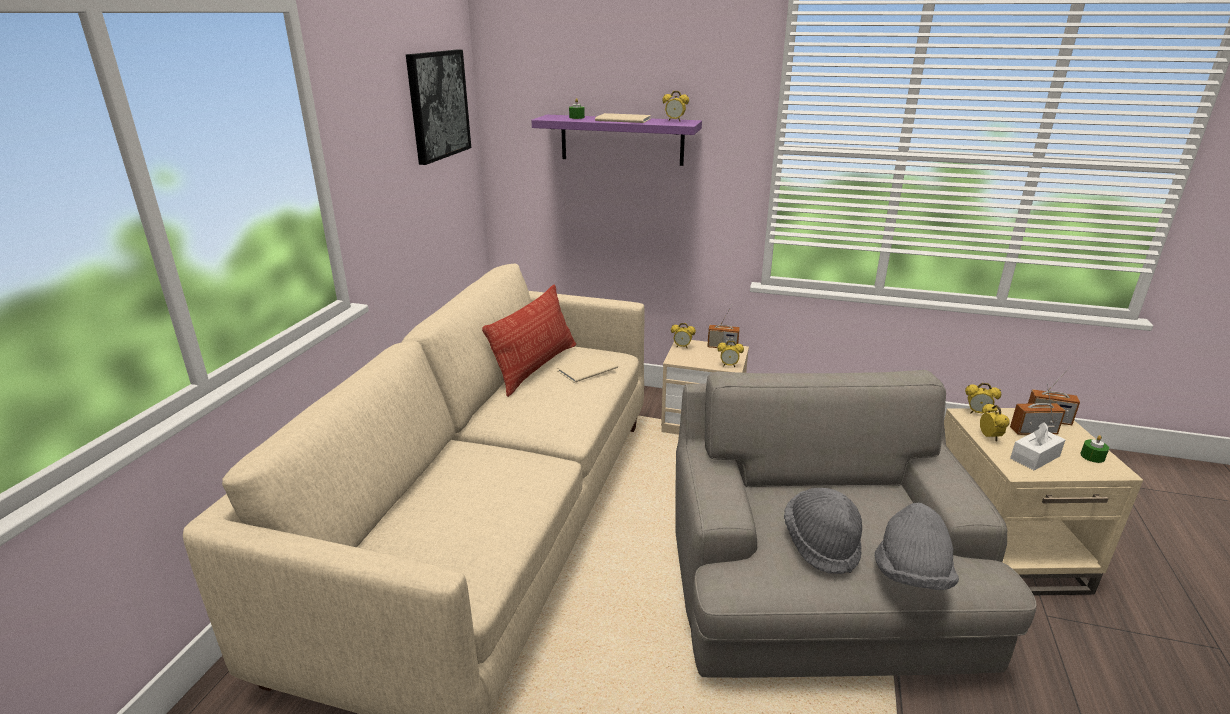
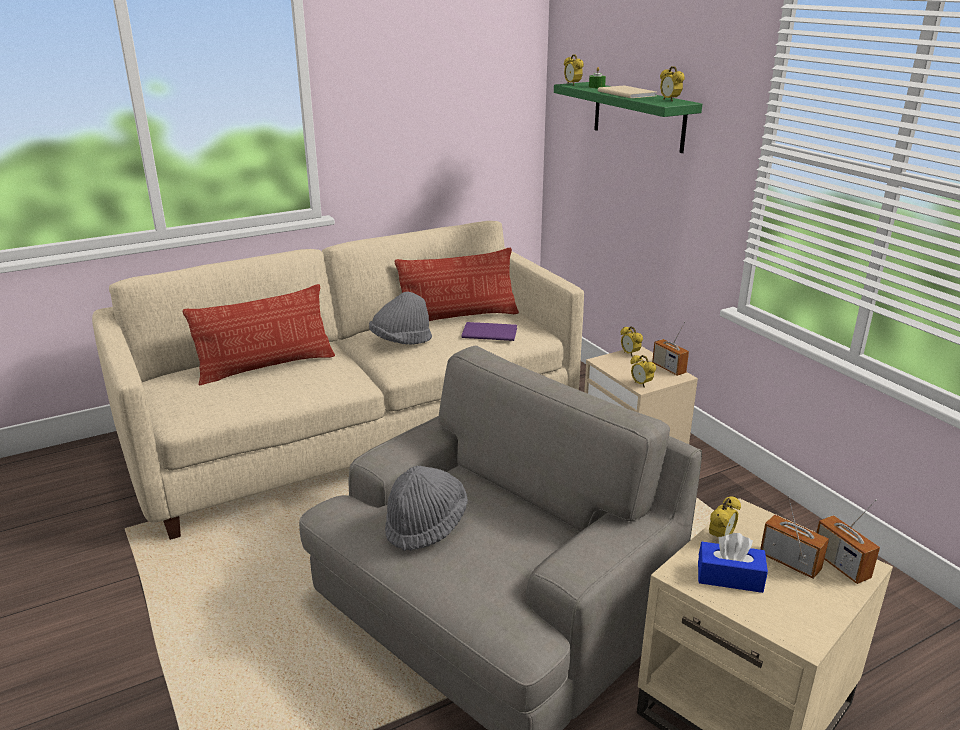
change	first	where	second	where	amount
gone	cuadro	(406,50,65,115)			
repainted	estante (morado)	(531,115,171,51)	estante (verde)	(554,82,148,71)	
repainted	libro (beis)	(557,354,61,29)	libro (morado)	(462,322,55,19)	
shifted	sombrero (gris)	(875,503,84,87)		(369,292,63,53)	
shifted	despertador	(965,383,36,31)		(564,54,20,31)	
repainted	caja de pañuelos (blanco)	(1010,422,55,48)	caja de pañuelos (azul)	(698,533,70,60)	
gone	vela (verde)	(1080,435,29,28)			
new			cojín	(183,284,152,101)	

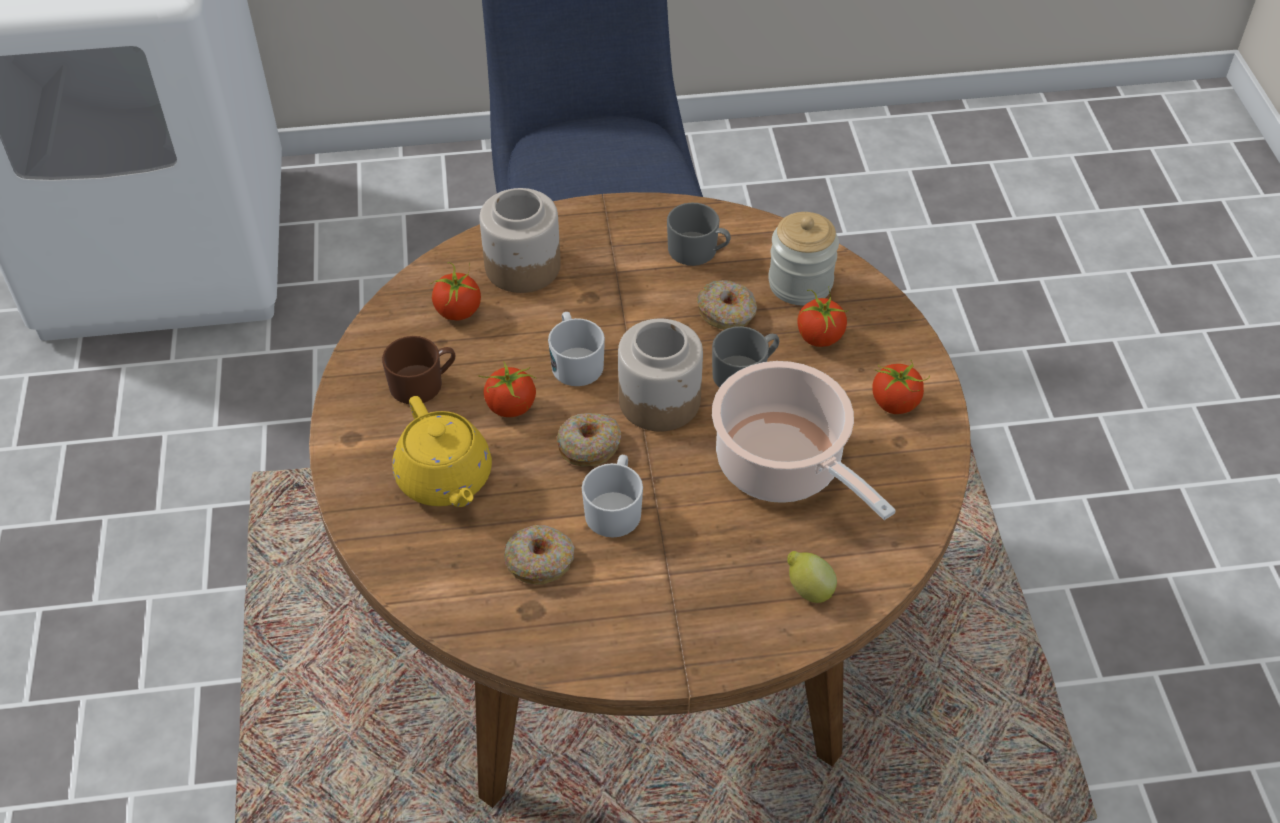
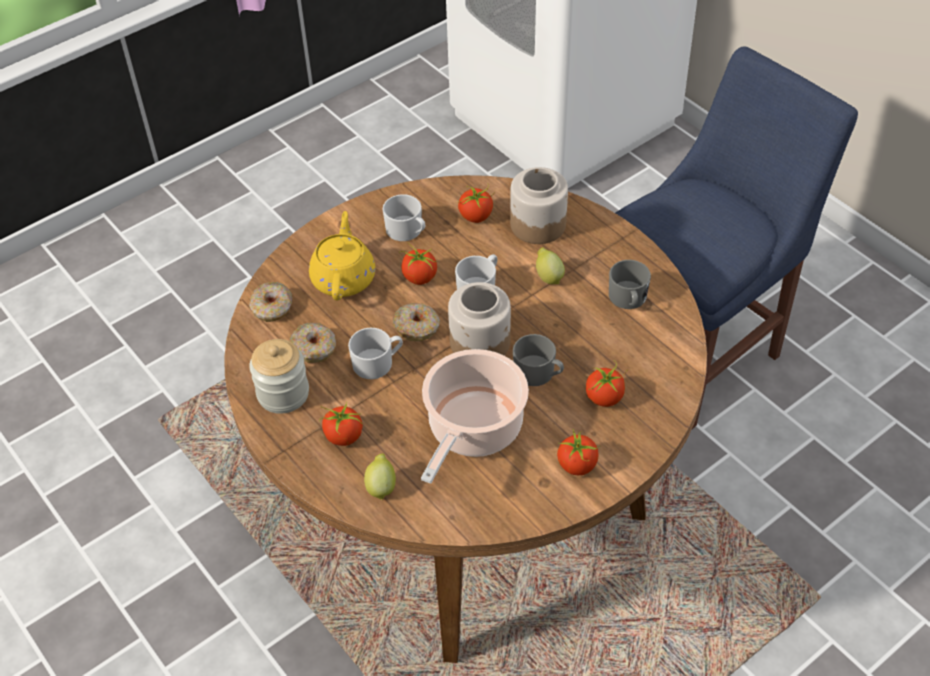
change	first	where	second	where	amount
repainted	taza grande (marrón)	(382,336,73,68)	taza grande (blanco)	(383,194,42,47)	
rotated	tetera (amarillo)	(392,396,100,111)		(309,211,66,89)	150 degrees clockwise
shifted	rosquilla	(697,280,60,50)		(249,282,44,40)	
shifted	tarro	(768,212,71,93)		(249,339,60,75)	
new			tomate	(319,403,44,43)	
new			limón	(536,247,29,37)	

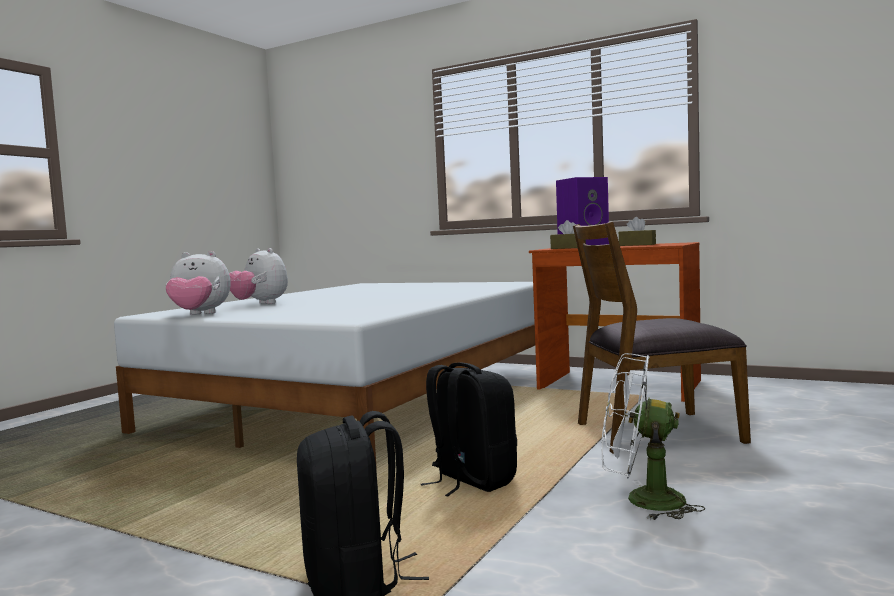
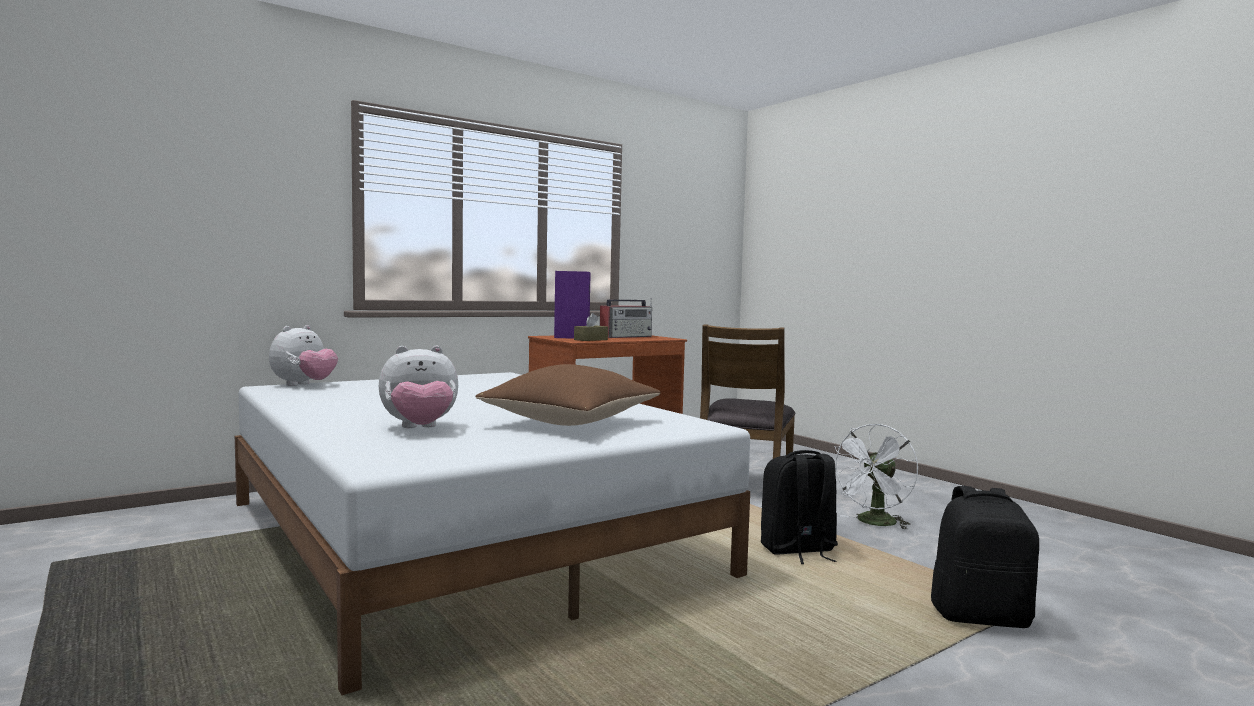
change	first	where	second	where	amount
shifted	peluche	(166,251,65,64)		(269,325,69,61)	
swapped	caja de pañuelos (marrón)	(619,217,37,29)	radio	(600,298,52,40)	
new			cojín (marrón)	(475,364,186,62)	

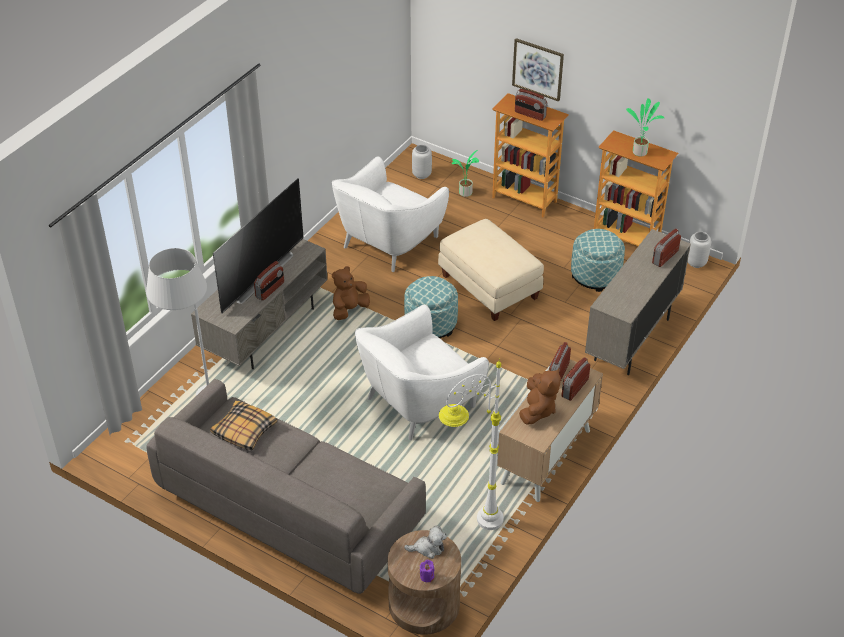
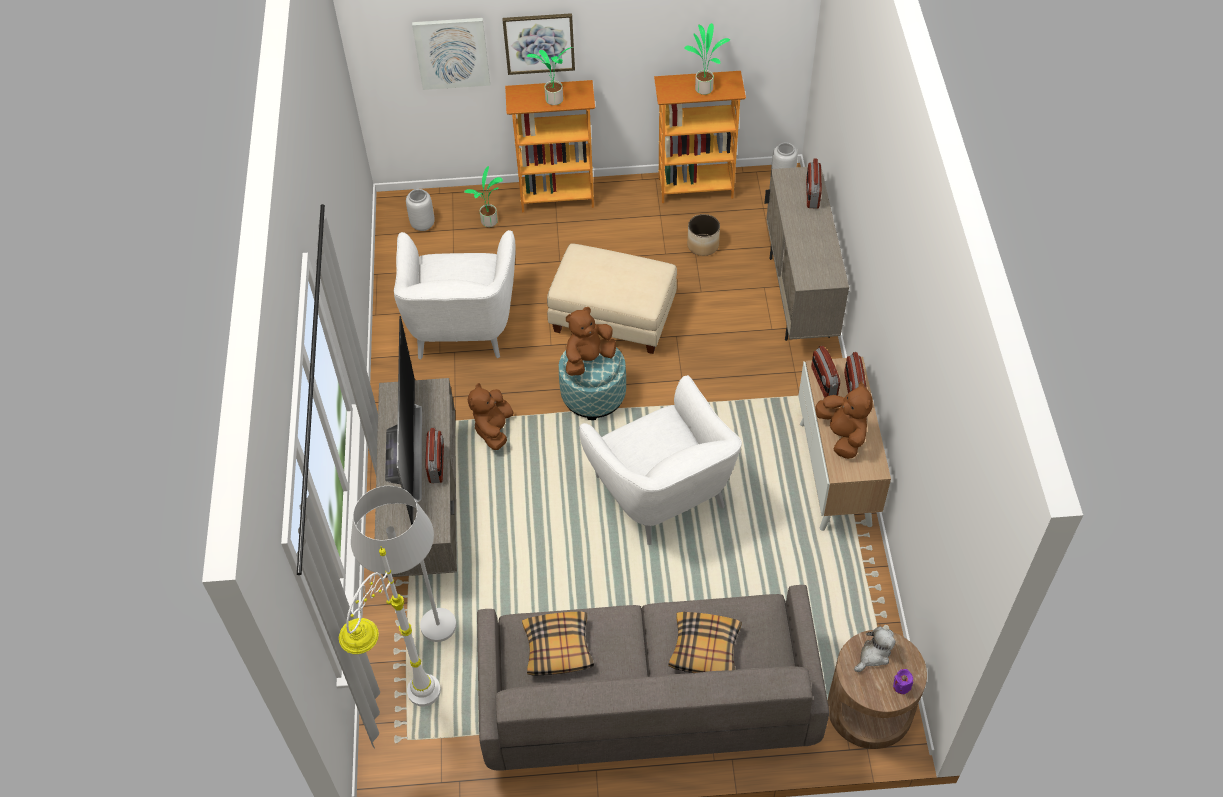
change	first	where	second	where	amount
rotated	sillón (blanco)	(355,305,134,135)		(579,375,163,170)	45 degrees counterclockwise
shifted	lámpara de pie (blanco)	(439,358,65,172)		(339,546,102,160)	
swapped	radio	(515,89,32,32)	planta en maceta	(527,47,46,58)	
swapped	puf	(571,229,54,63)	maceta	(687,214,33,42)	
new			cuadro	(412,18,78,72)	
new			peluche (marrón)	(566,307,50,69)	
new			cojín	(668,612,74,61)	

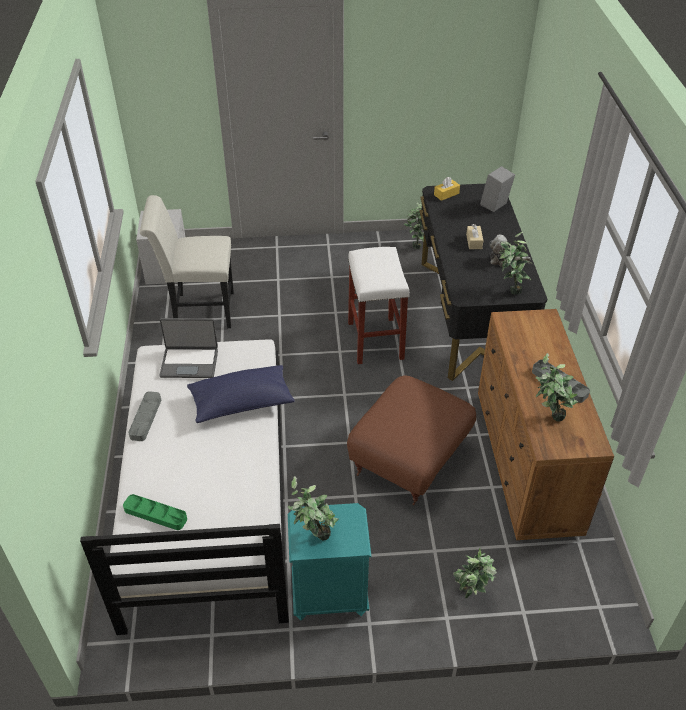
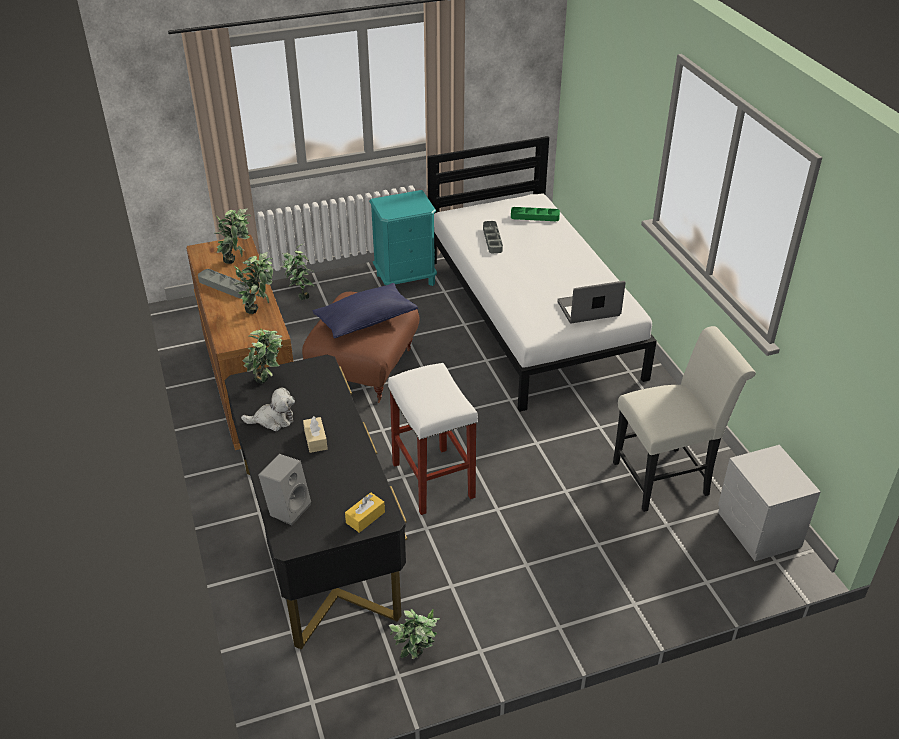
change	first	where	second	where	amount
shifted	bandeja (gris)	(128,391,33,50)		(483,221,20,32)	
shifted	cojín (azul)	(187,365,108,58)		(313,283,105,55)	
shifted	planta en maceta	(287,476,52,65)		(234,252,39,62)	

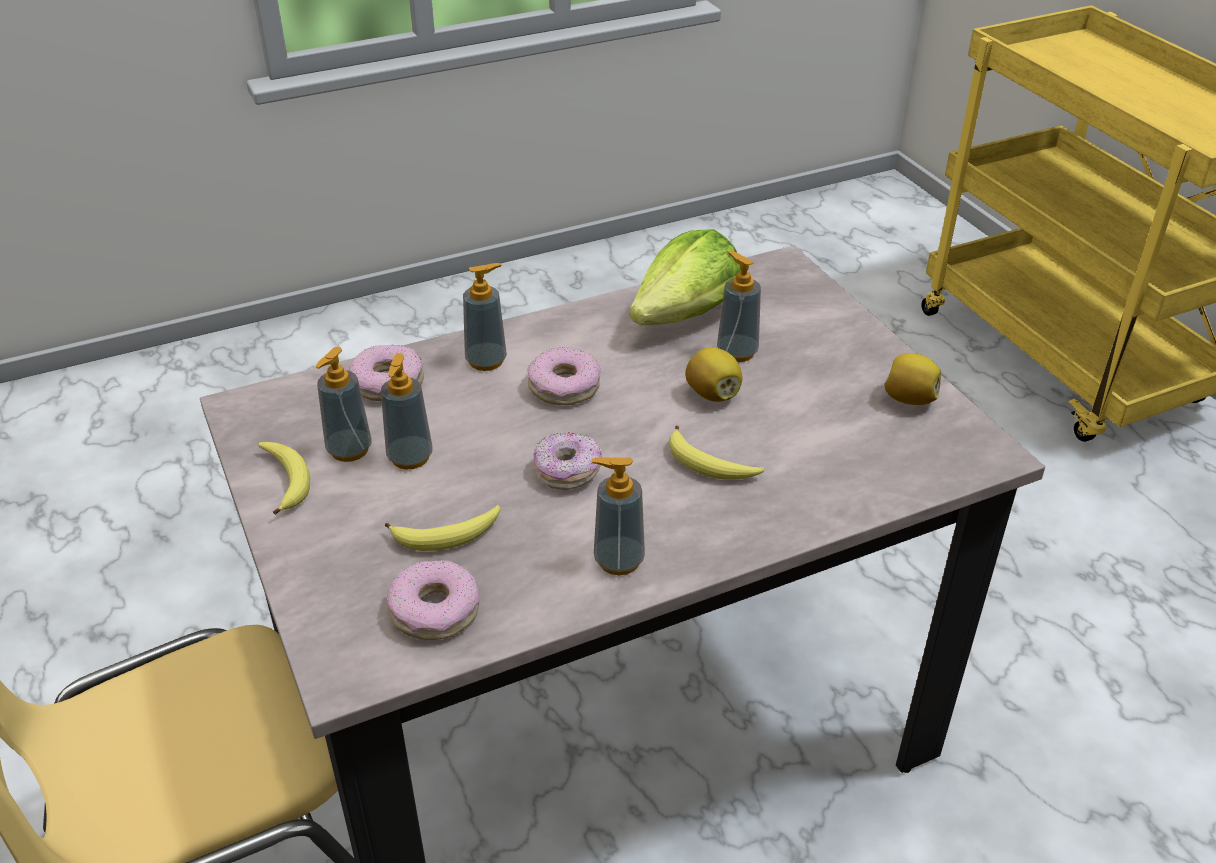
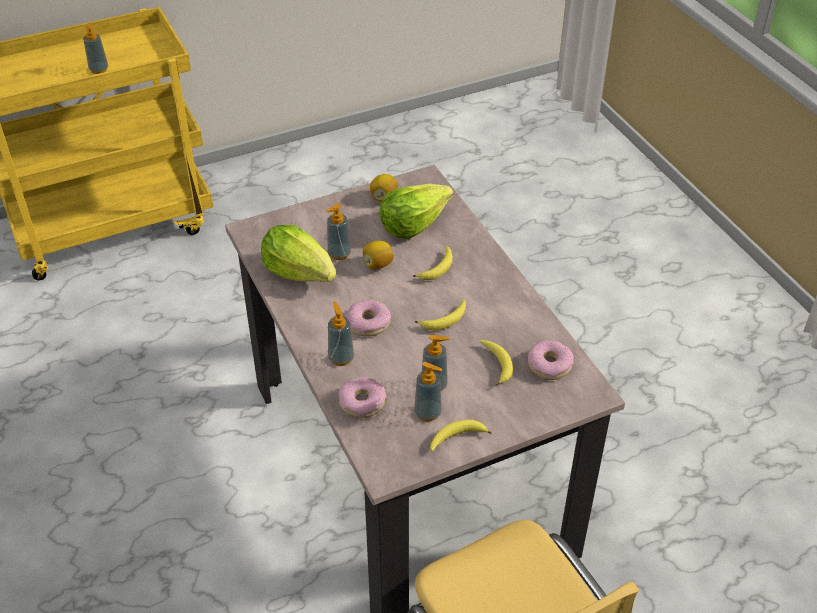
change	first	where	second	where	amount
swapped	rosquilla	(533,432,69,58)	plátano	(415,300,51,31)	
shifted	dispensador de jabón	(592,457,53,118)		(83,22,25,52)	
new			lechuga	(380,184,73,55)	

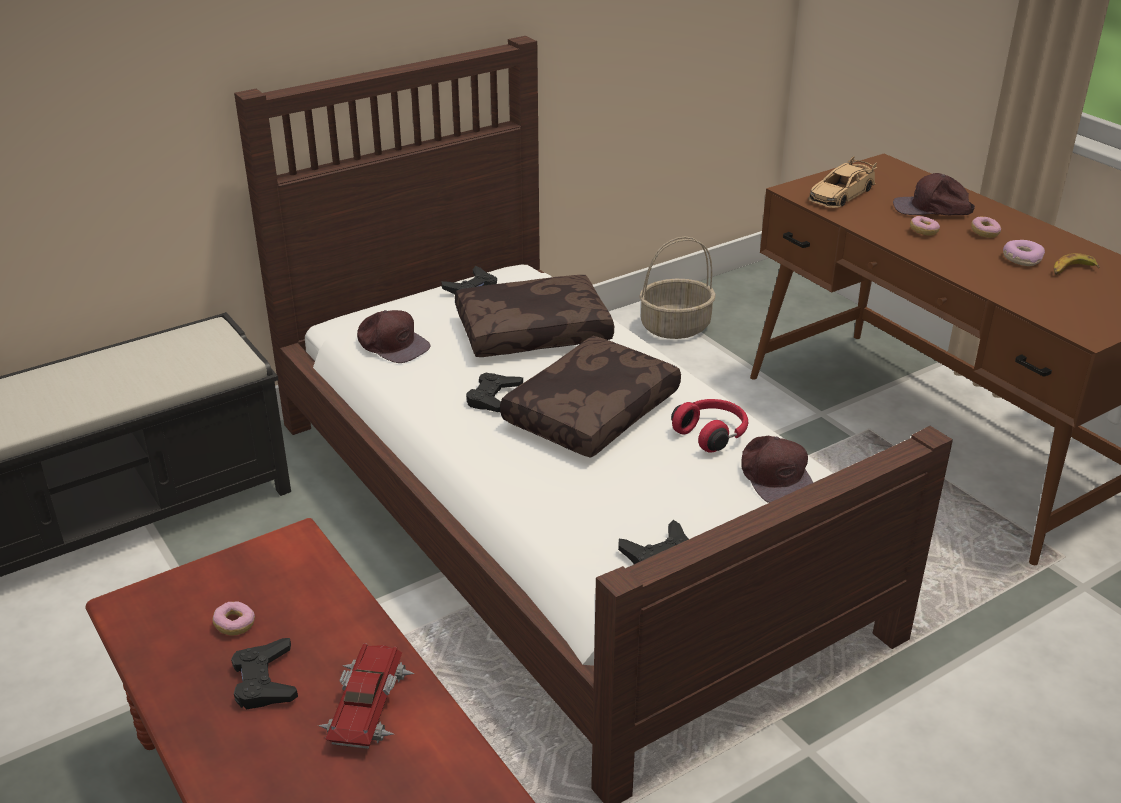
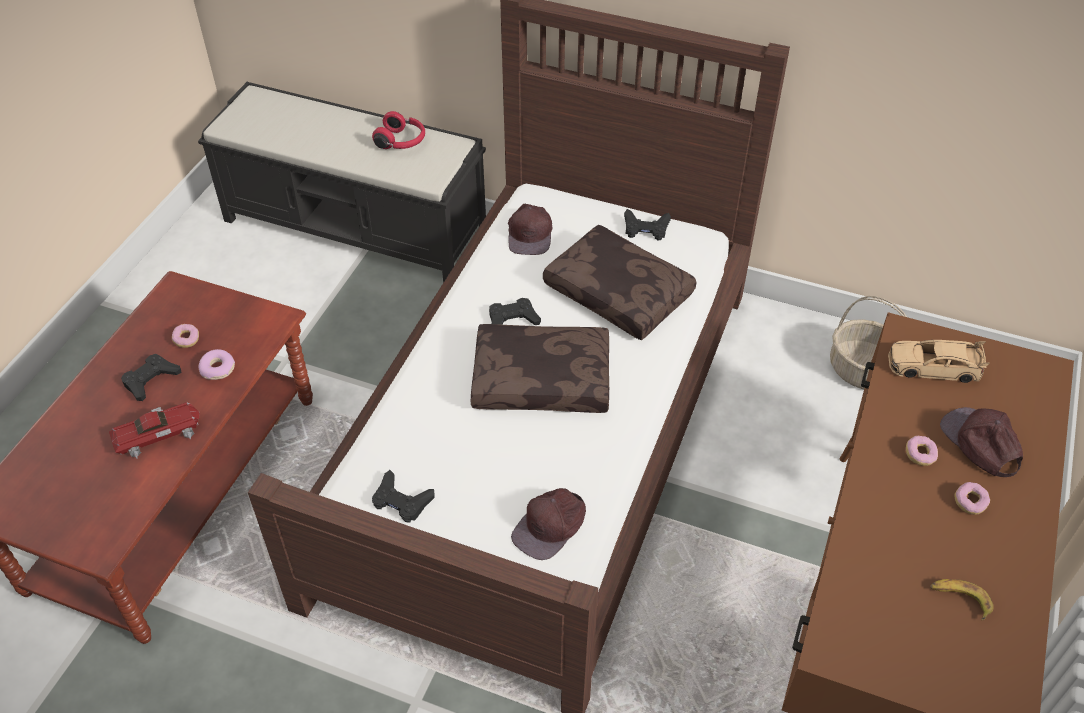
change	first	where	second	where	amount
shifted	auriculares (rojo)	(671,399,77,54)		(372,111,53,38)	
shifted	rosquilla	(1003,240,42,26)		(198,349,37,31)	

